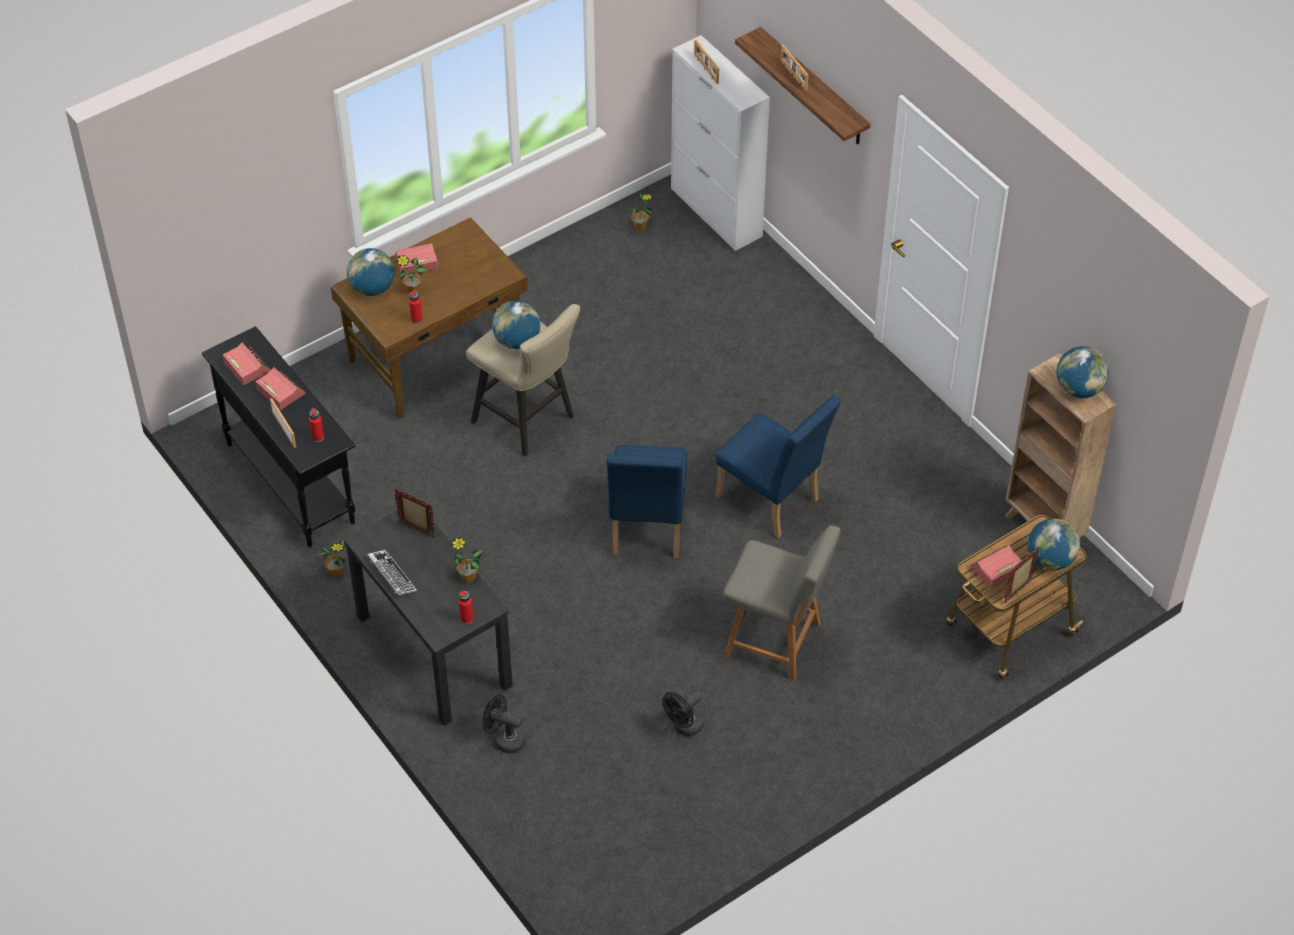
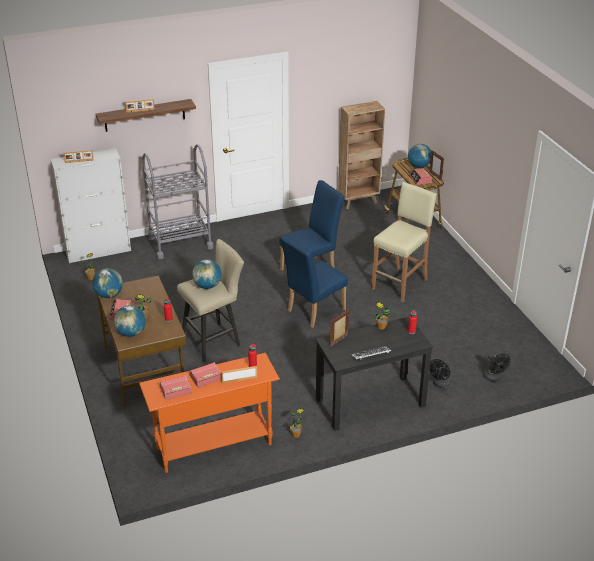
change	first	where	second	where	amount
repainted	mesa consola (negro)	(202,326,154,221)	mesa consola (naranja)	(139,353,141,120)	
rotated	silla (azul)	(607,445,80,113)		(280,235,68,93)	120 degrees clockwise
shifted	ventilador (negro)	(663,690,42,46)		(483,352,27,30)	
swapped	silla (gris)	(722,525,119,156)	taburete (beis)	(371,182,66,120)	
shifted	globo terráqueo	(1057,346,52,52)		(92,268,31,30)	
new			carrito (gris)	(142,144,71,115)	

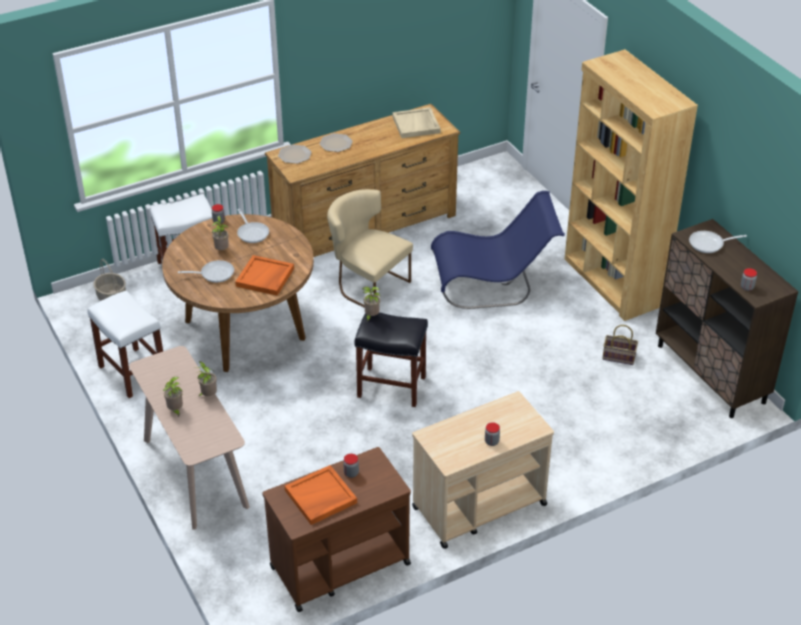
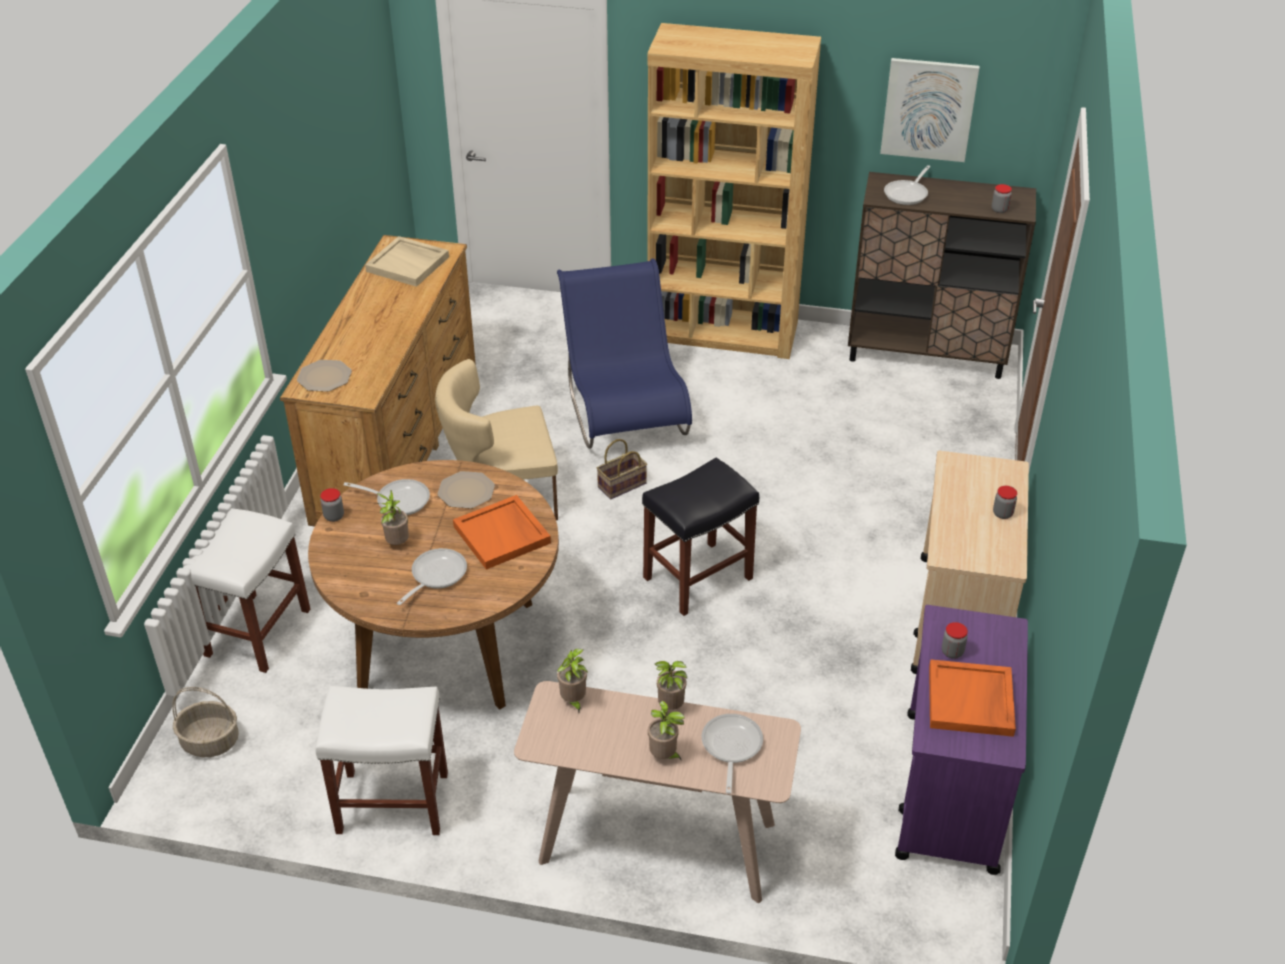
change	first	where	second	where	amount
repainted	carrito (marrón)	(262,447,149,165)	carrito (morado)	(895,605,133,270)	
shifted	plato	(320,133,33,19)		(437,471,58,38)	
shifted	planta en maceta	(362,287,19,34)		(557,649,31,63)	
rotated	silla (azul)	(431,191,134,118)		(557,258,135,191)	45 degrees counterclockwise
shifted	cesta	(602,325,36,40)		(597,439,50,60)	
new			sartén	(702,714,61,80)	
new			cuadro	(880,58,100,104)	

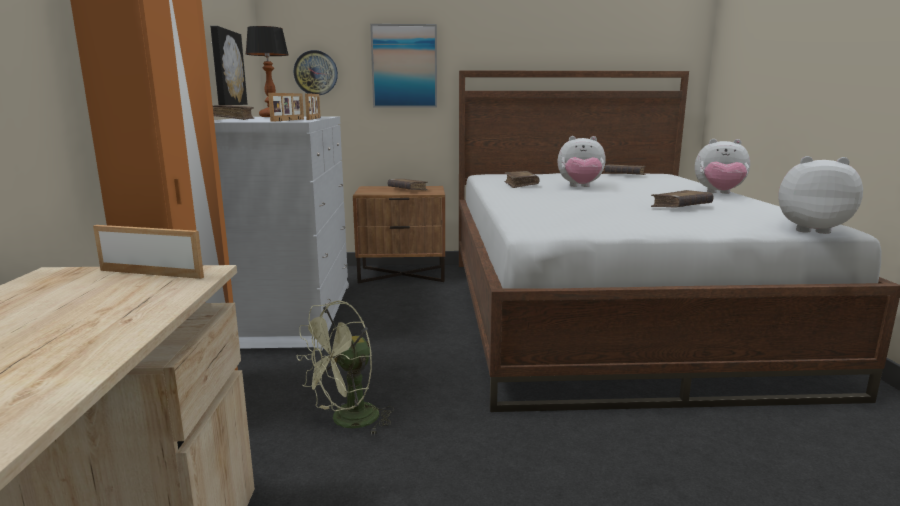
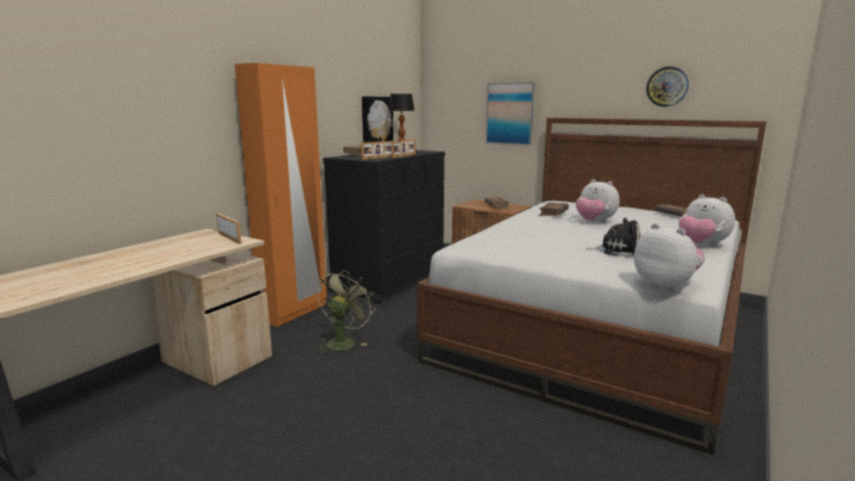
change	first	where	second	where	amount
repainted	cómoda (blanco)	(214,117,135,234)	cómoda (negro)	(323,150,122,154)	
shifted	reloj de pared	(294,50,44,45)		(646,67,43,40)	
rotated	ventilador (verde)	(296,300,98,136)		(317,269,58,84)	120 degrees clockwise
swapped	libro (marrón)	(651,190,63,17)	peluche	(585,218,56,39)	

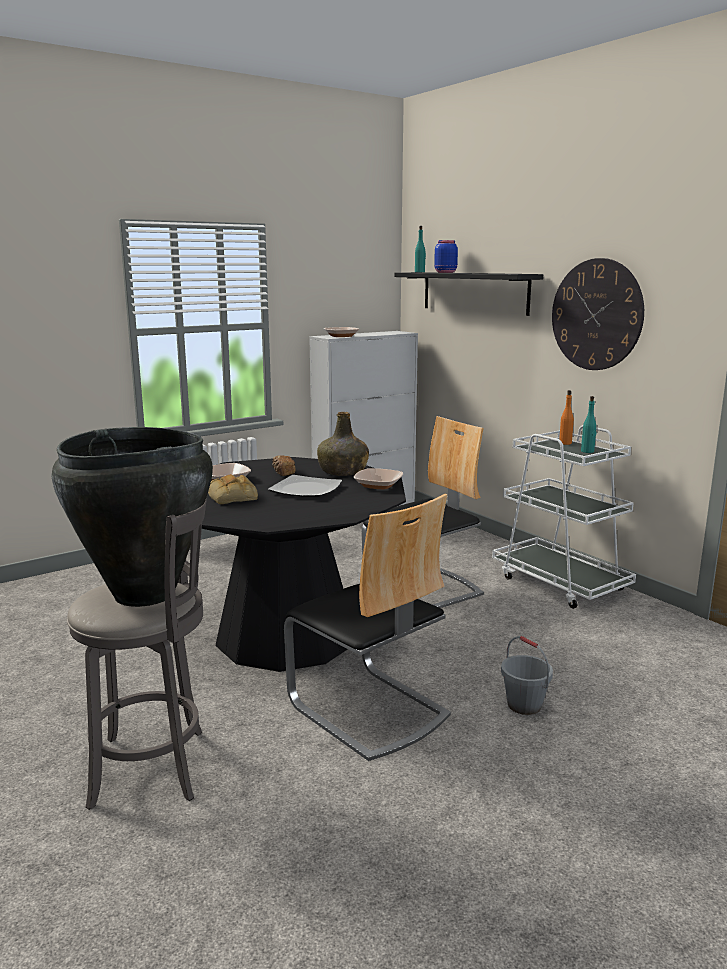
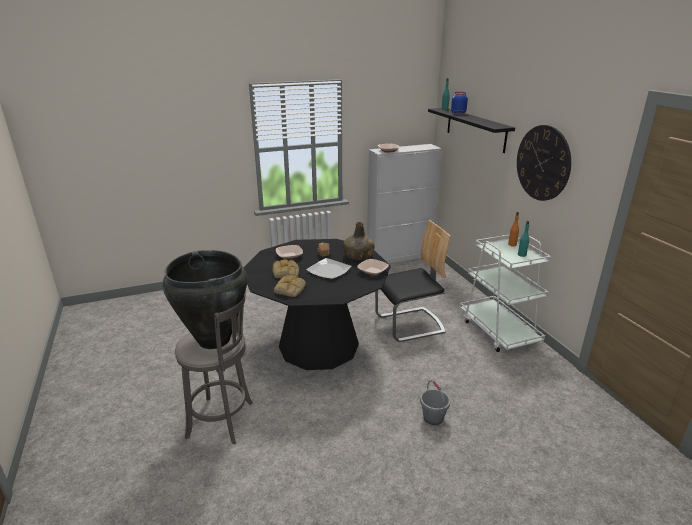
change	first	where	second	where	amount
gone	silla	(284,493,167,268)			
new			pan	(274,275,32,22)	

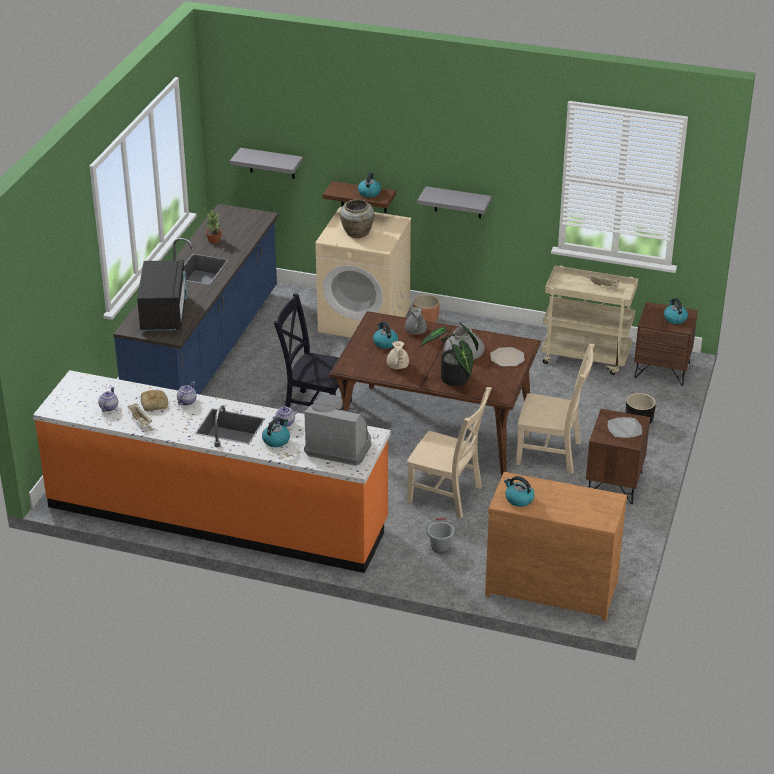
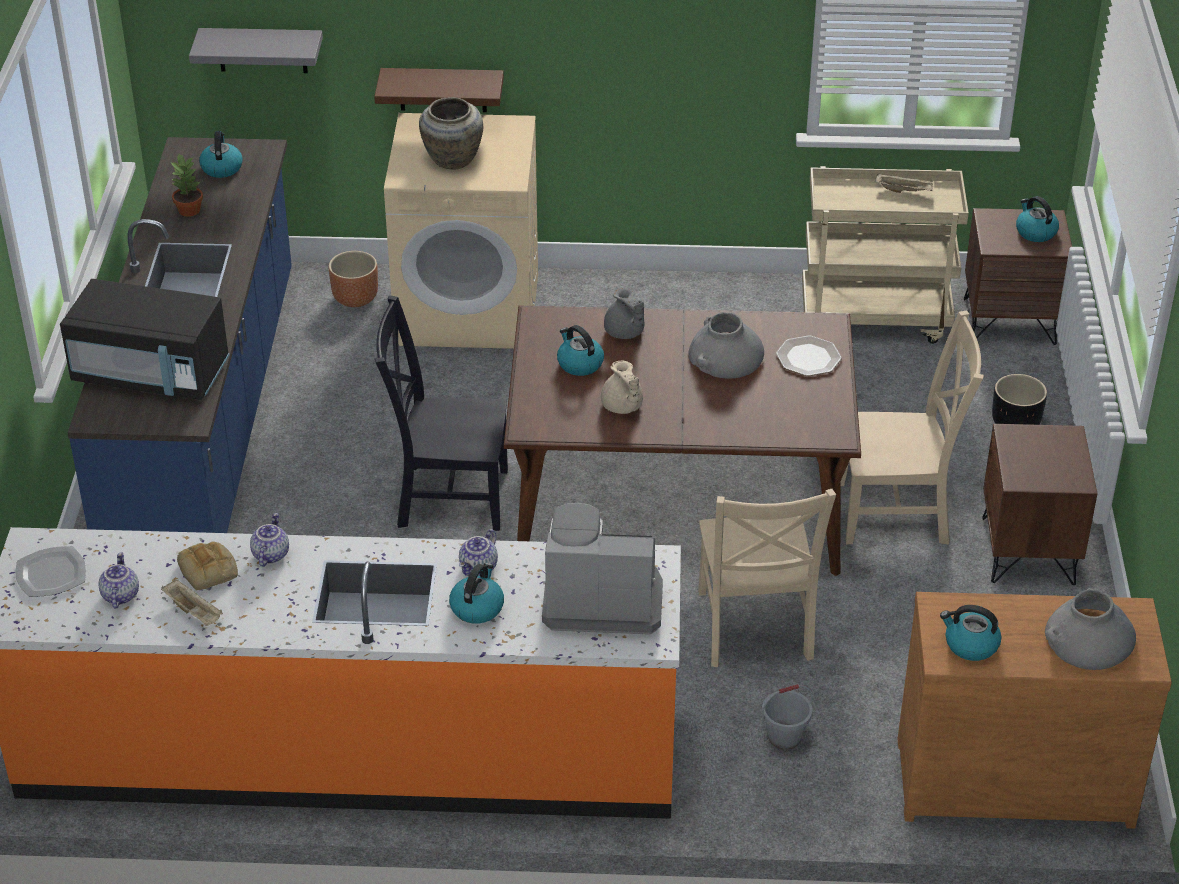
change	first	where	second	where	amount
rotated	microondas (negro)	(137,260,51,71)		(60,279,169,121)	120 degrees clockwise
shifted	hervidor	(358,172,23,25)		(199,131,44,47)	
rotated	silla (beis)	(407,387,85,131)		(698,489,138,178)	75 degrees clockwise
shifted	maceta (marrón)	(413,294,27,29)		(329,251,49,56)	
gone	estante (gris)	(417,186,75,32)			
gone	planta en maceta	(420,322,58,64)			
shifted	plato	(608,417,34,21)		(16,546,70,51)	
new			florero (gris)	(1045,588,91,82)	

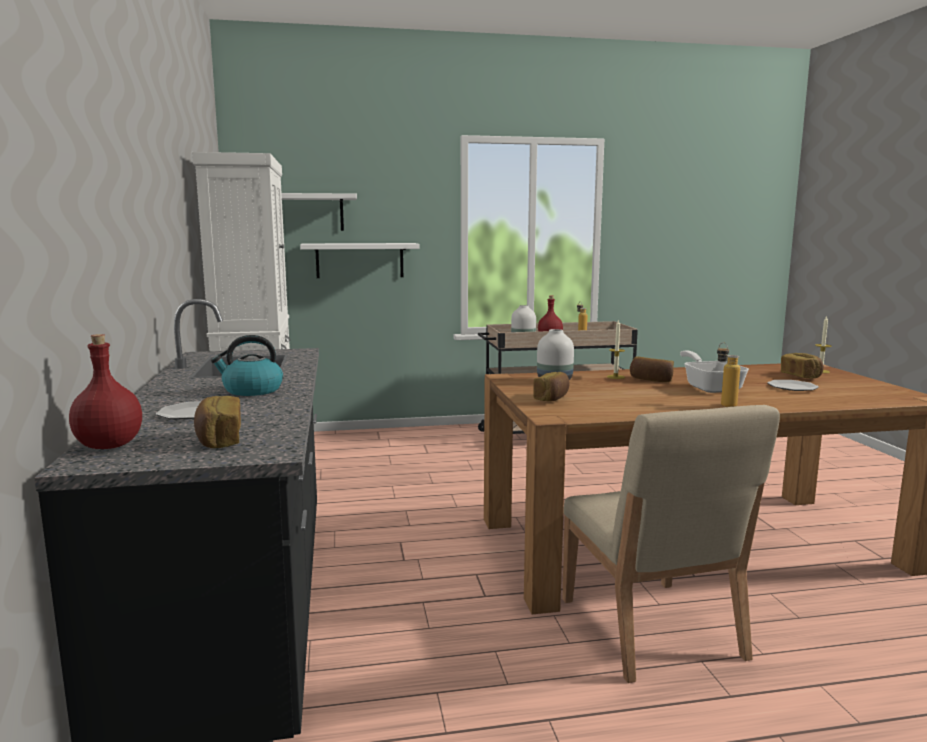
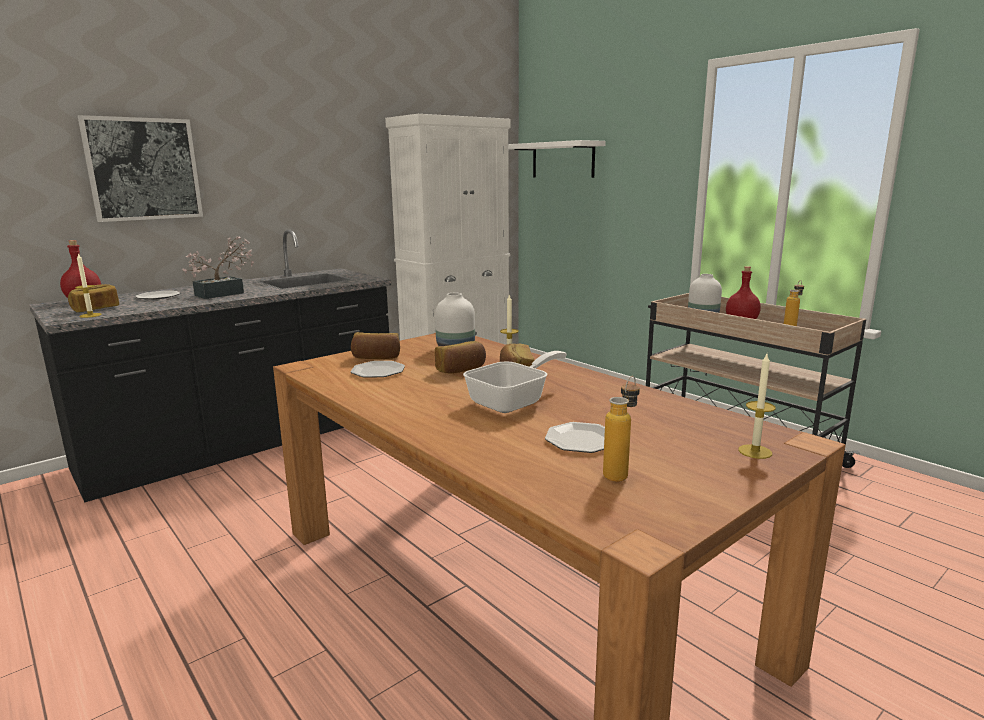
change	first	where	second	where	amount
swapped	hervidor	(211,335,72,61)	planta en maceta	(182,236,72,63)	
gone	estante (blanco)	(300,243,120,35)			
gone	silla (beis)	(563,405,217,278)			
shifted	botella	(717,342,23,65)		(603,376,37,106)	
shifted	pan	(781,353,43,26)		(435,341,51,33)	
new			vela	(75,254,27,64)	
new			cuadro	(78,115,125,107)	
new			plato	(350,361,55,16)	

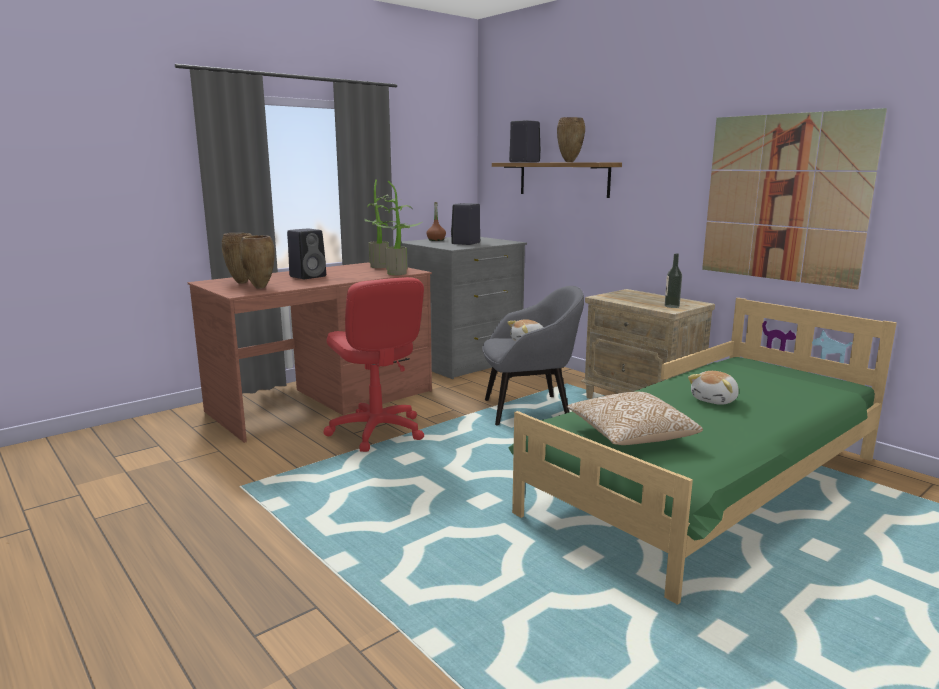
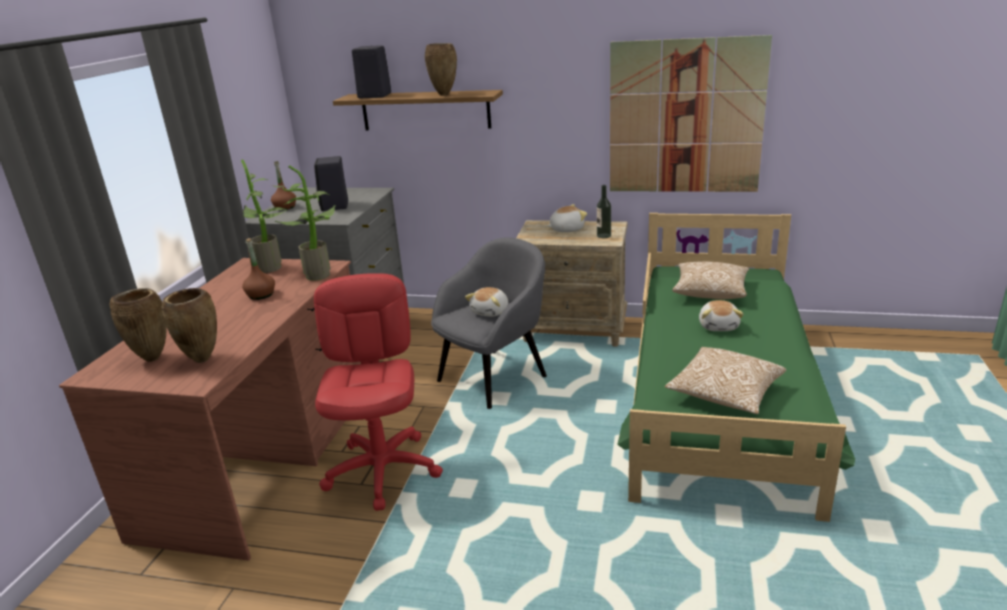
change	first	where	second	where	amount
gone	altavoz (negro)	(287,228,39,51)			
rotated	silla de oficina (rojo)	(323,277,101,175)		(314,273,129,238)	120 degrees counterclockwise
new			botella (marrón)	(242,238,33,62)	
new			peluche	(547,204,40,28)	
new			cojín	(672,261,77,38)	

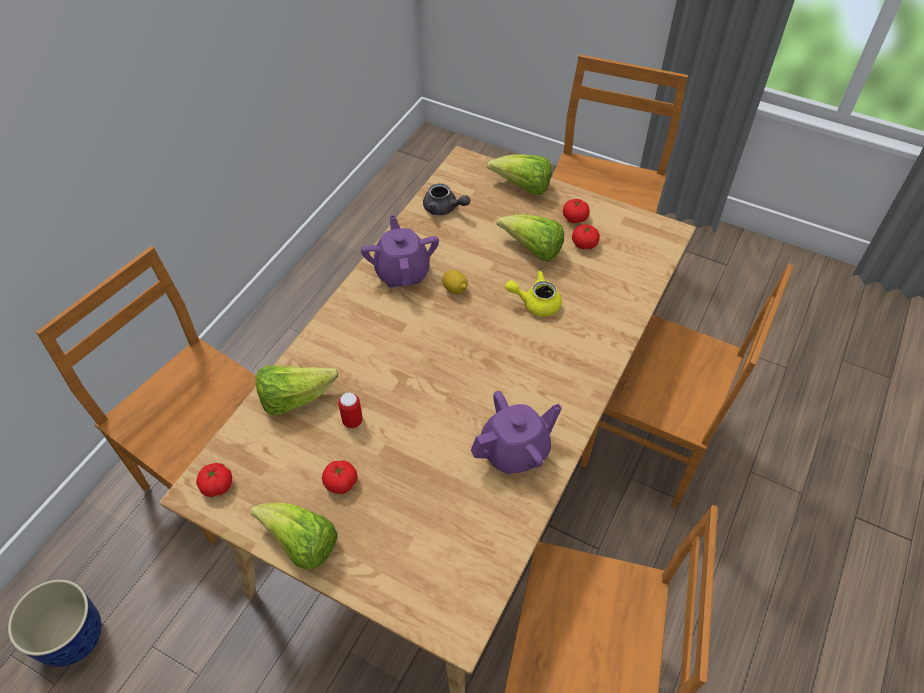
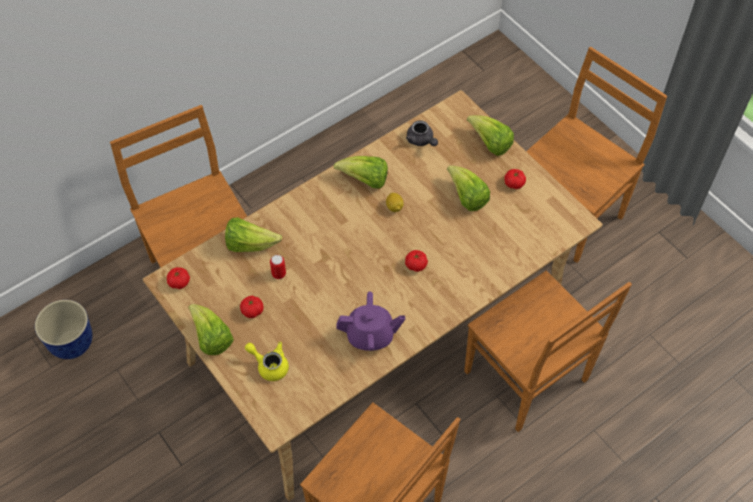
change	first	where	second	where	amount
swapped	tetera (morado)	(361,215,78,73)	lechuga	(334,156,54,33)	
shifted	tetera (amarillo)	(505,271,57,46)		(245,342,44,39)	
shifted	tomate	(572,224,28,25)		(405,250,23,22)	

